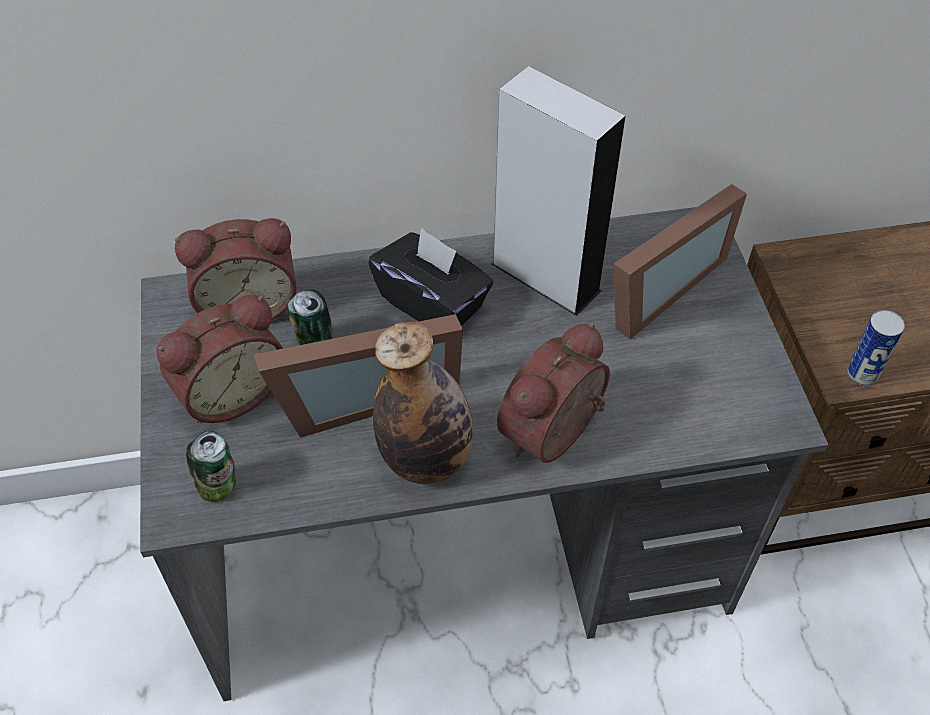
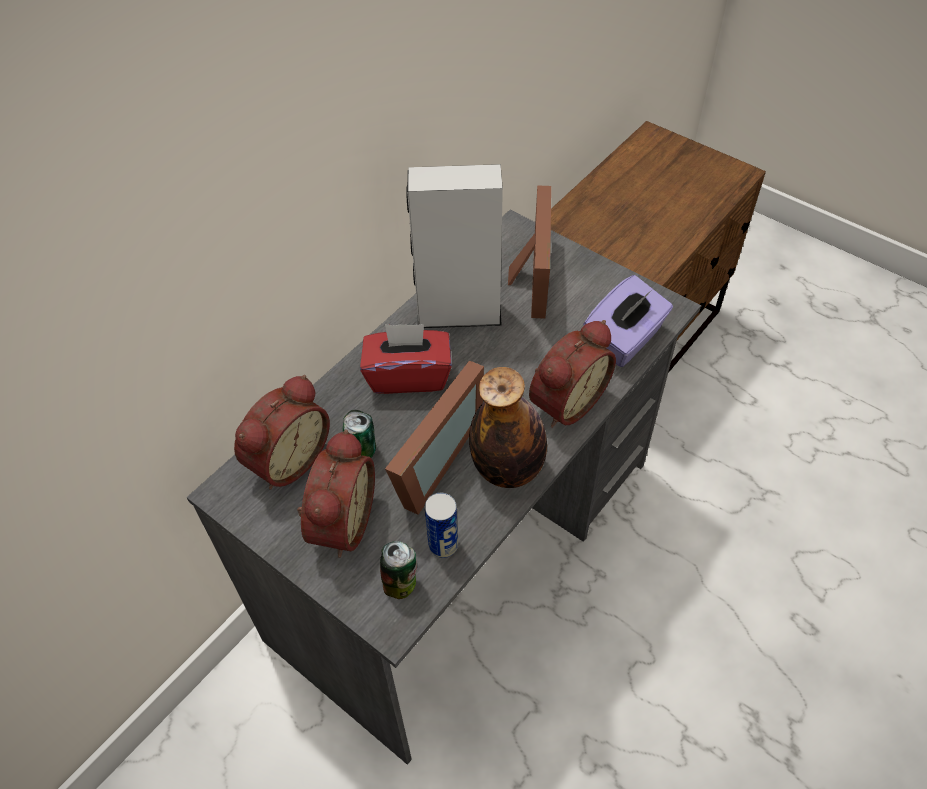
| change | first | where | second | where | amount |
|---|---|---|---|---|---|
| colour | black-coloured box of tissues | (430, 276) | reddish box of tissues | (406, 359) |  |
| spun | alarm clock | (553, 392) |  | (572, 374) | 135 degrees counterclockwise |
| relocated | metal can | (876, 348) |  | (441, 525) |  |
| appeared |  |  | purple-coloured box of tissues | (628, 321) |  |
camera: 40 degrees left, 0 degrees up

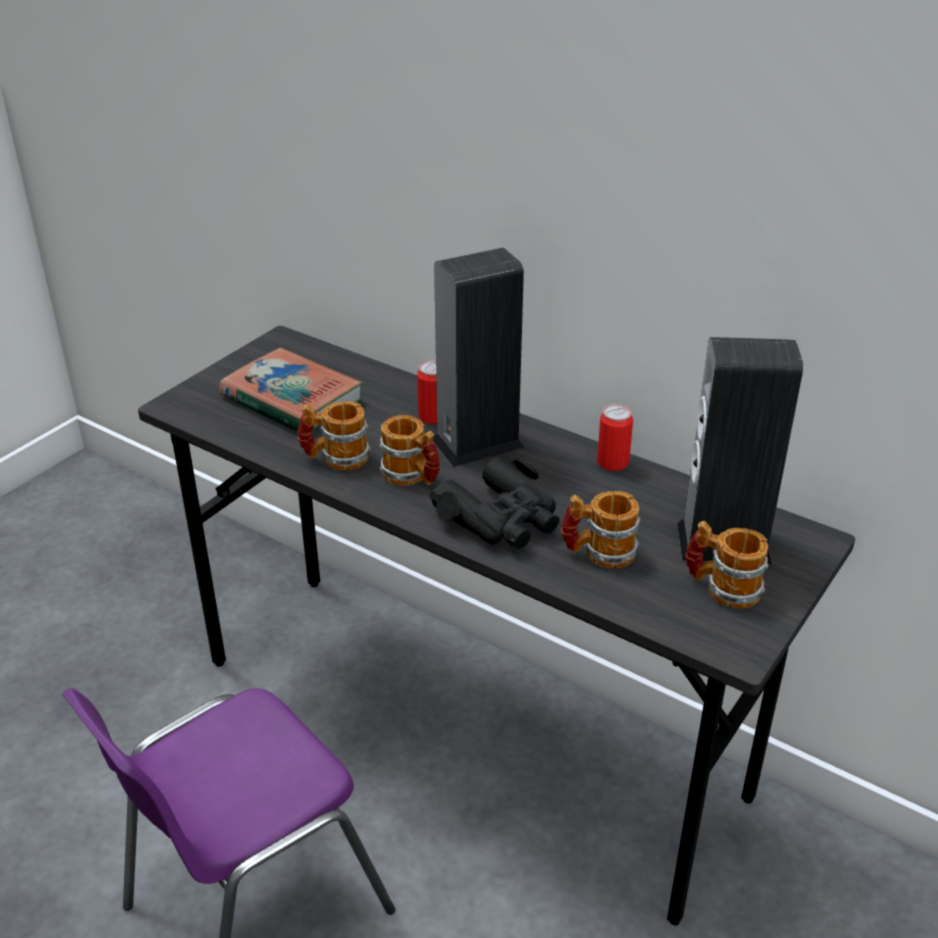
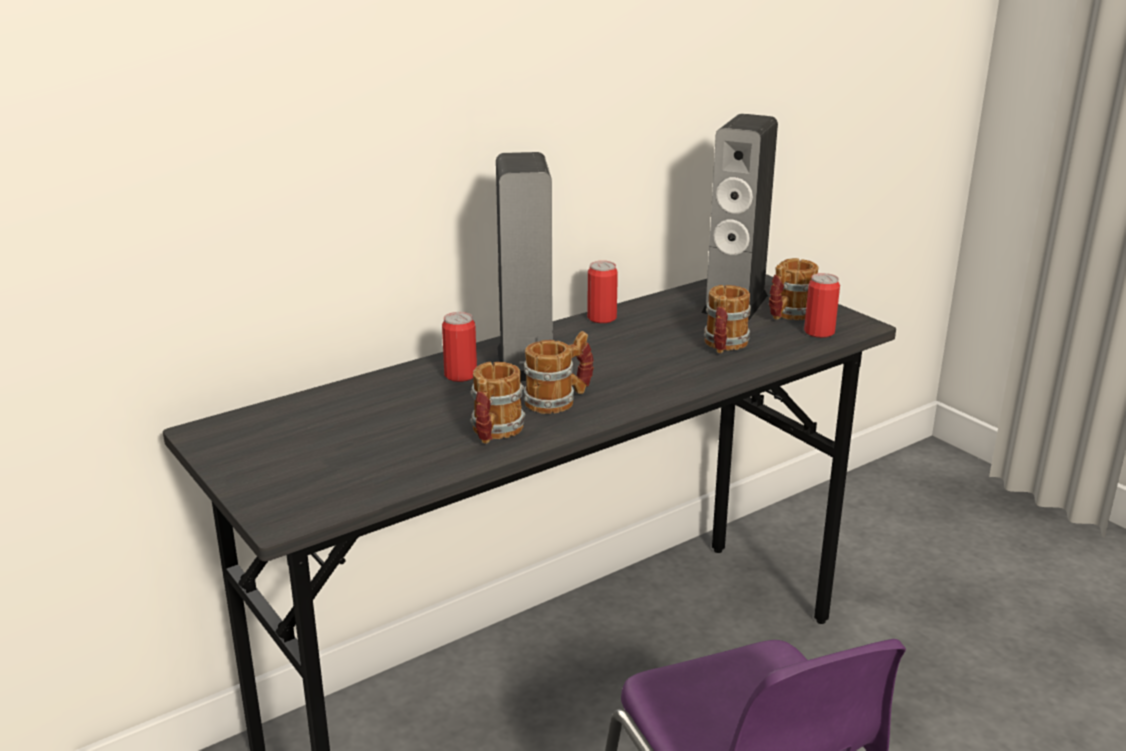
| change | first | where | second | where | amount |
|---|---|---|---|---|---|
| missing | bound book | (291, 390) |  |  |  |
| missing | black-coloured pair of binoculars | (494, 502) |  |  |  |
| appeared |  |  | metal can | (822, 305) |  |
camera: 70 degrees left, 10 degrees down

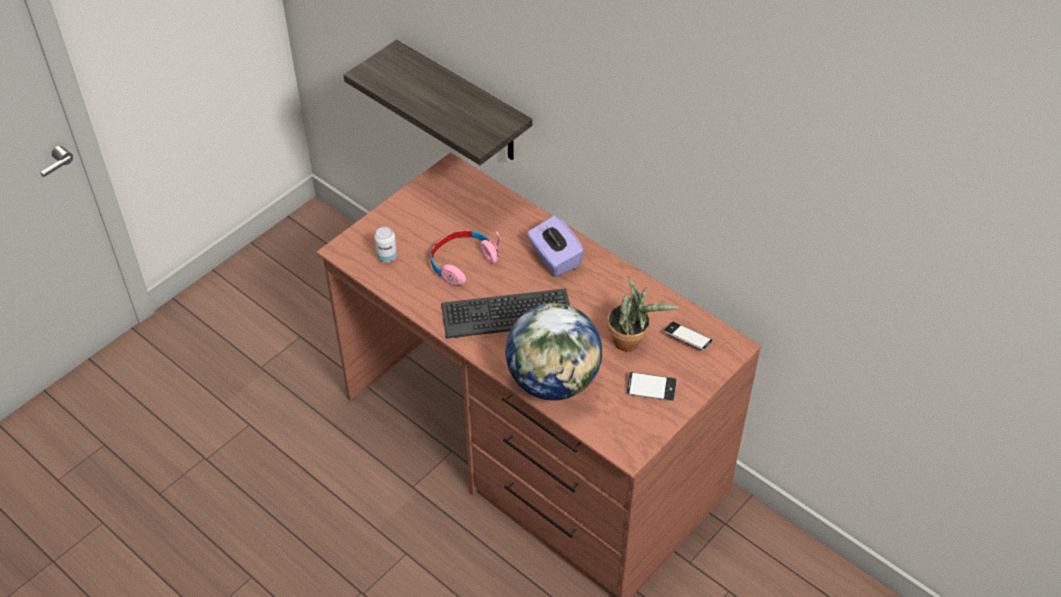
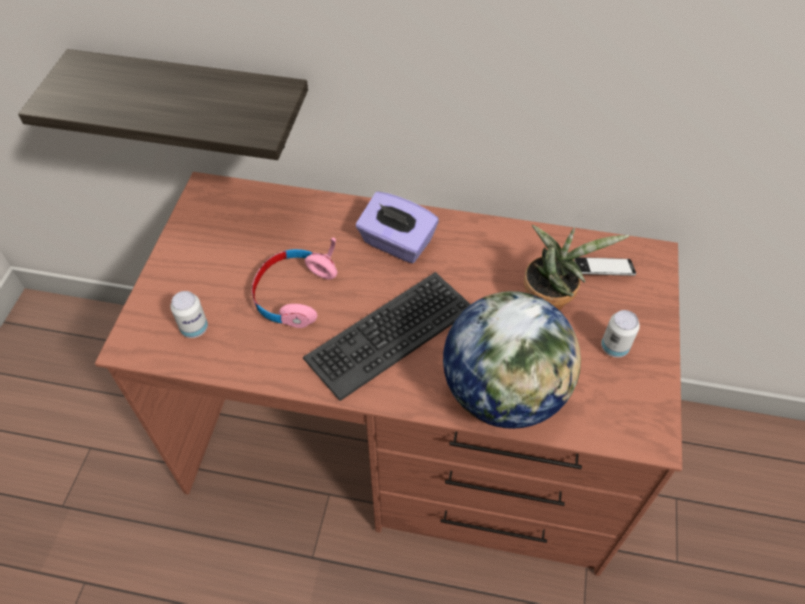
| change | first | where | second | where | amount |
|---|---|---|---|---|---|
| exchanged | telephone | (651, 386) | metal can | (620, 334) |  |
camera: 30 degrees left, 5 degrees up

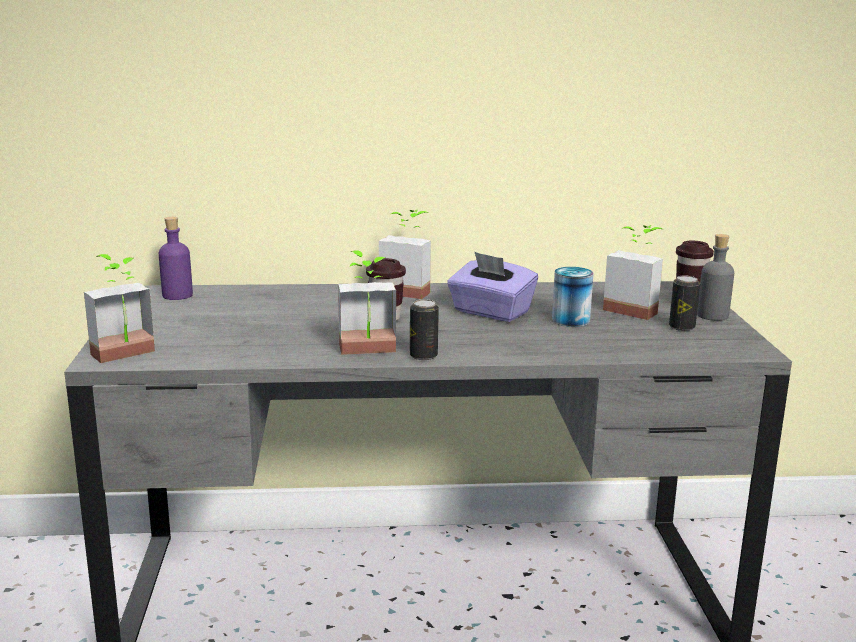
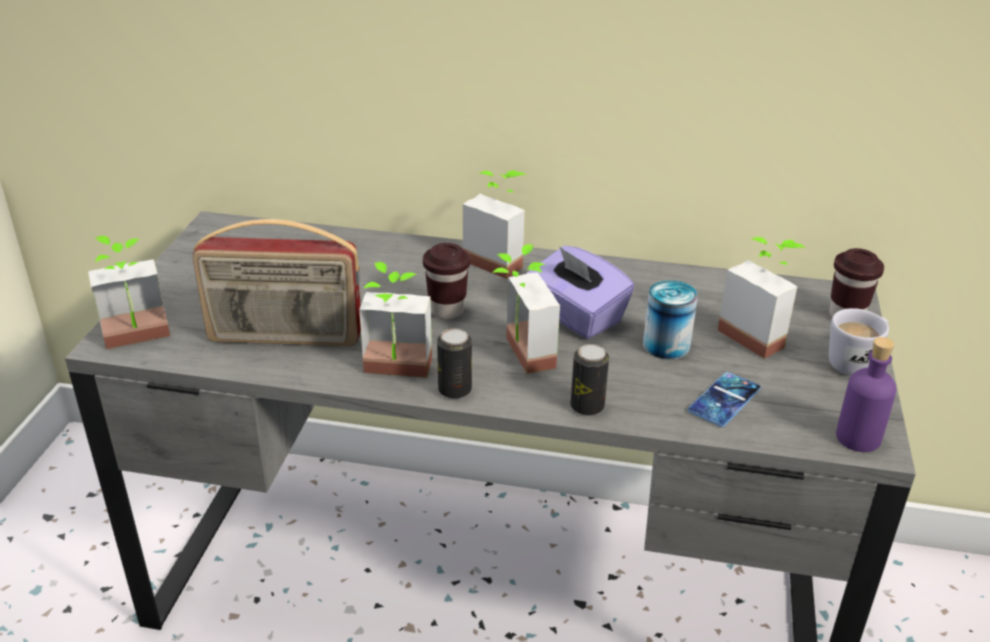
| change | first | where | second | where | amount |
|---|---|---|---|---|---|
| relocated | purple-coloured drink bottle | (176, 258) |  | (866, 394) |  |
| relocated | metal can | (684, 303) |  | (589, 380) |  |
| exchanged | grey drink bottle | (715, 277) | white mug | (859, 341) |  |
| appeared |  |  | radio receiver | (277, 282) |  |
| appeared |  |  | potted plant | (526, 309) |  |
| appeared |  |  | telephone | (724, 399) |  |
camera: 15 degrees right, 15 degrees up

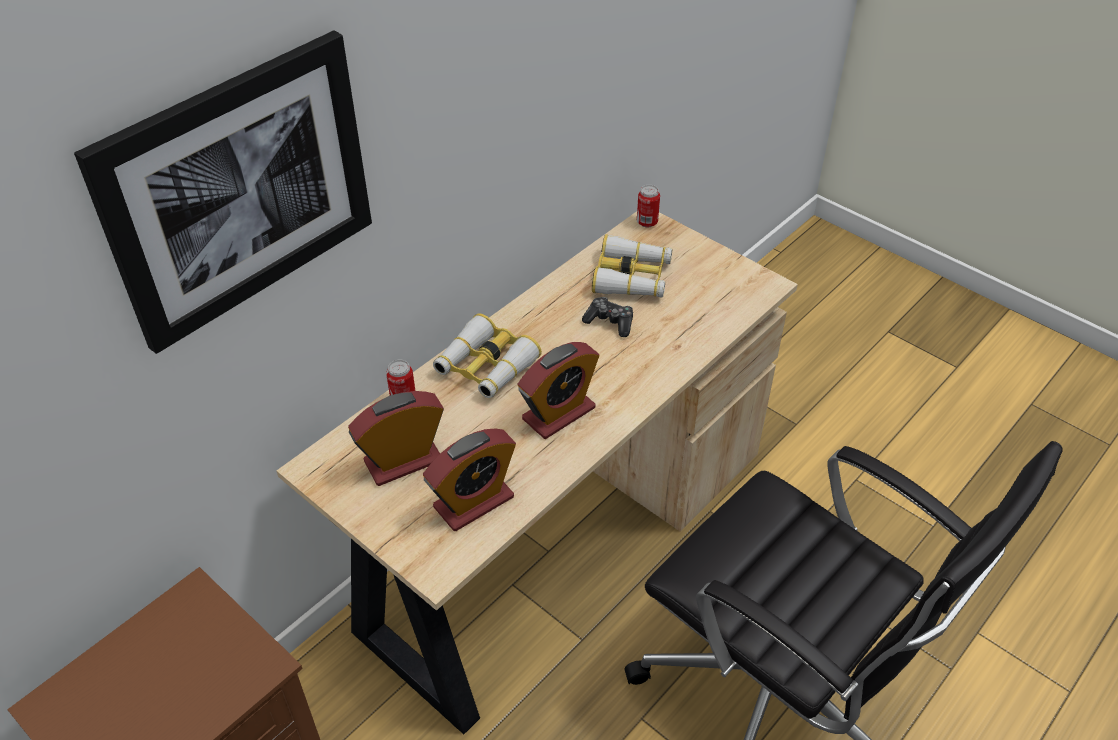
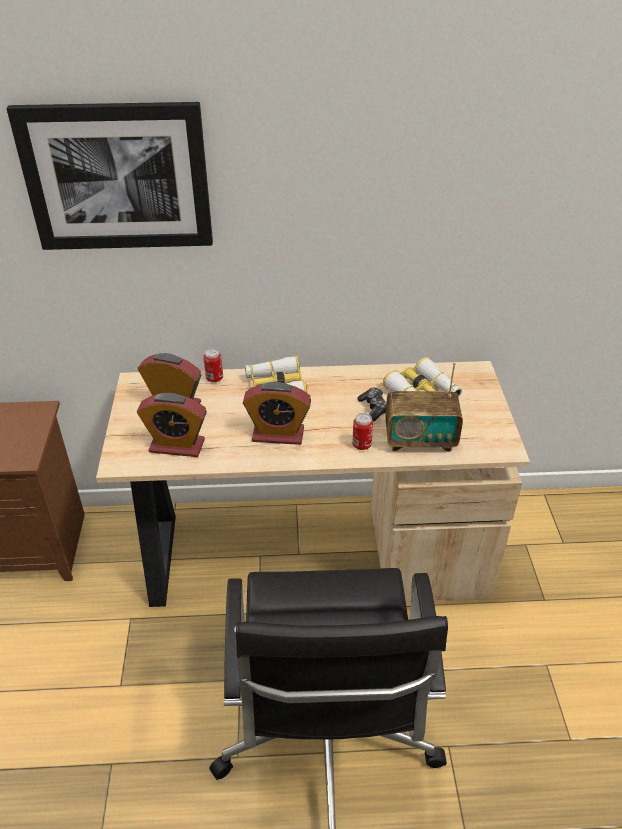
| change | first | where | second | where | amount |
|---|---|---|---|---|---|
| relocated | metal can | (648, 206) |  | (362, 431) |  |
| appeared |  |  | radio receiver | (424, 407) |  |
camera: 45 degrees right, 5 degrees down

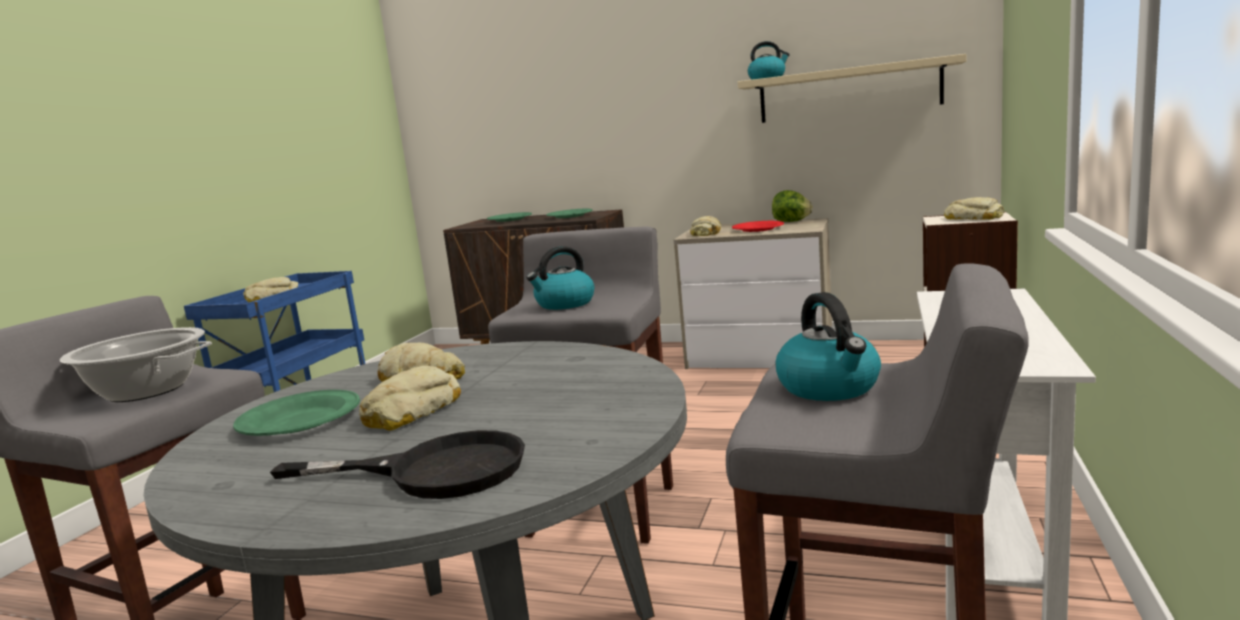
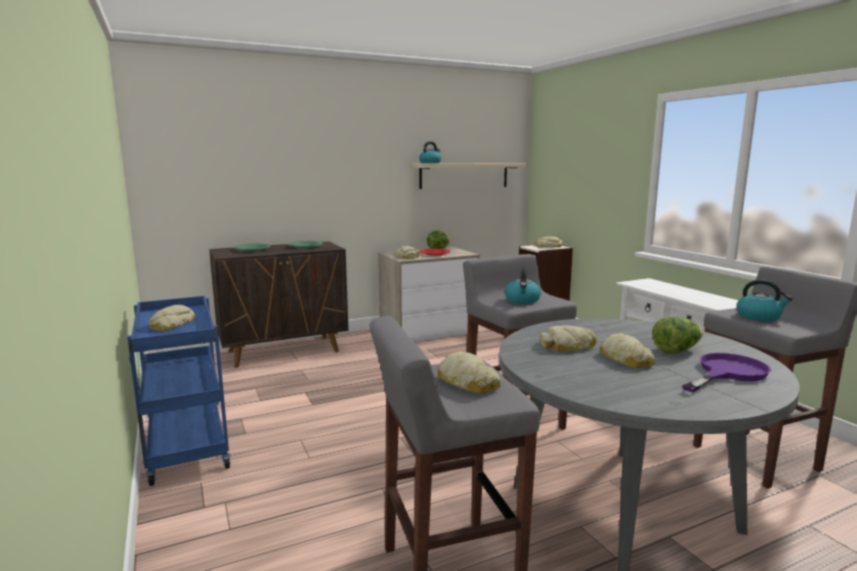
| change | first | where | second | where | amount |
|---|---|---|---|---|---|
| exchanged | stockpot | (136, 364) | bakery bread | (469, 372) |  |
| missing | greenish plate | (296, 413) |  |  |  |
| colour | black-coloured frying pan | (397, 464) | purple-coloured frying pan | (726, 373) |  |
| appeared |  |  | lettuce | (677, 335) |  |
camera: 45 degrees left, 0 degrees up

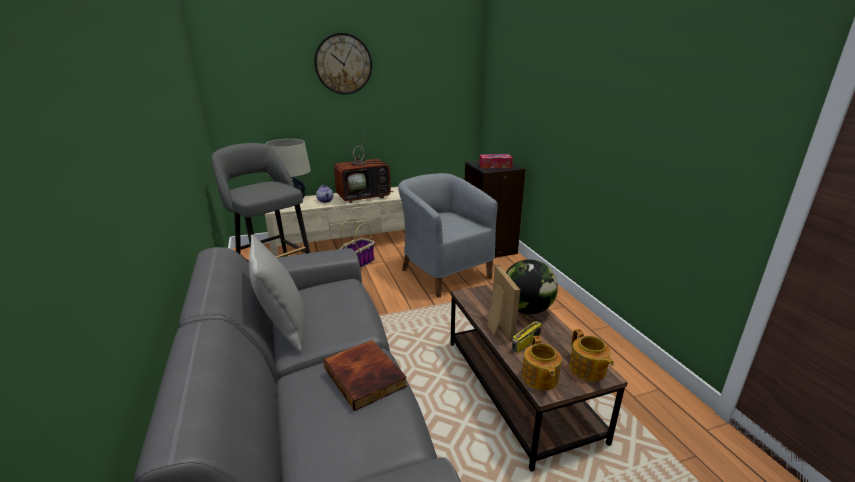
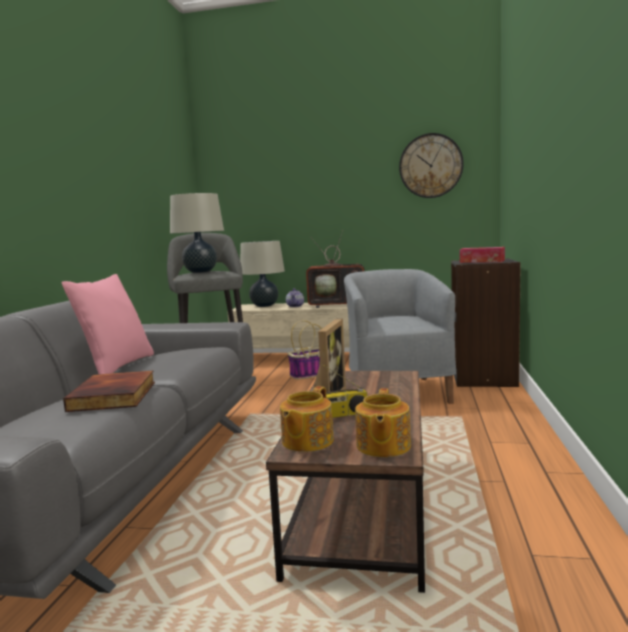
| change | first | where | second | where | amount |
|---|---|---|---|---|---|
| colour | grey throw pillow | (277, 293) | pink throw pillow | (107, 324) |  |
| relocated | hanging clock | (343, 63) |  | (431, 165) |  |
| missing | globe | (532, 286) |  |  |  |
| appeared |  |  | beige table lamp | (197, 233) |  |
camera: 30 degrees right, 15 degrees down

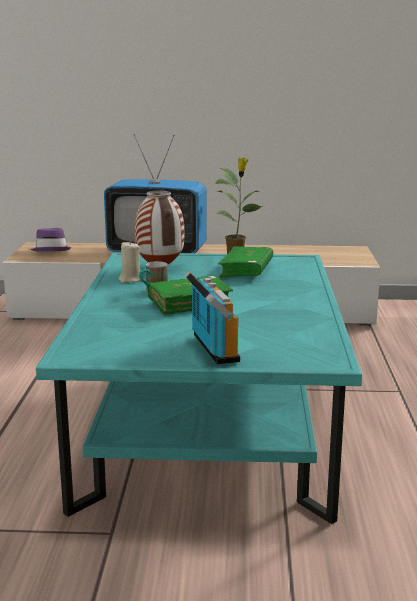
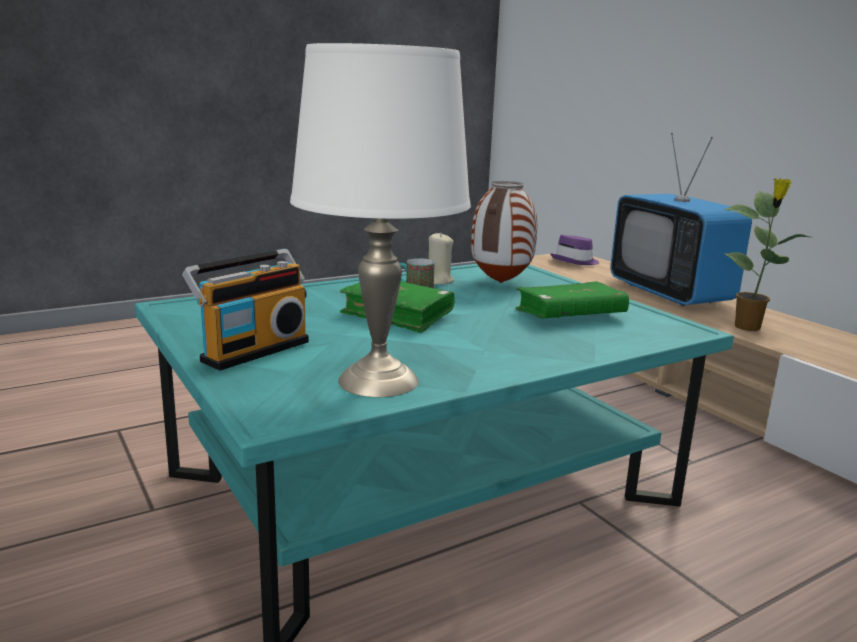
| change | first | where | second | where | amount |
|---|---|---|---|---|---|
| appeared |  |  | white table lamp | (380, 220) |  |
camera: 55 degrees right, 0 degrees up

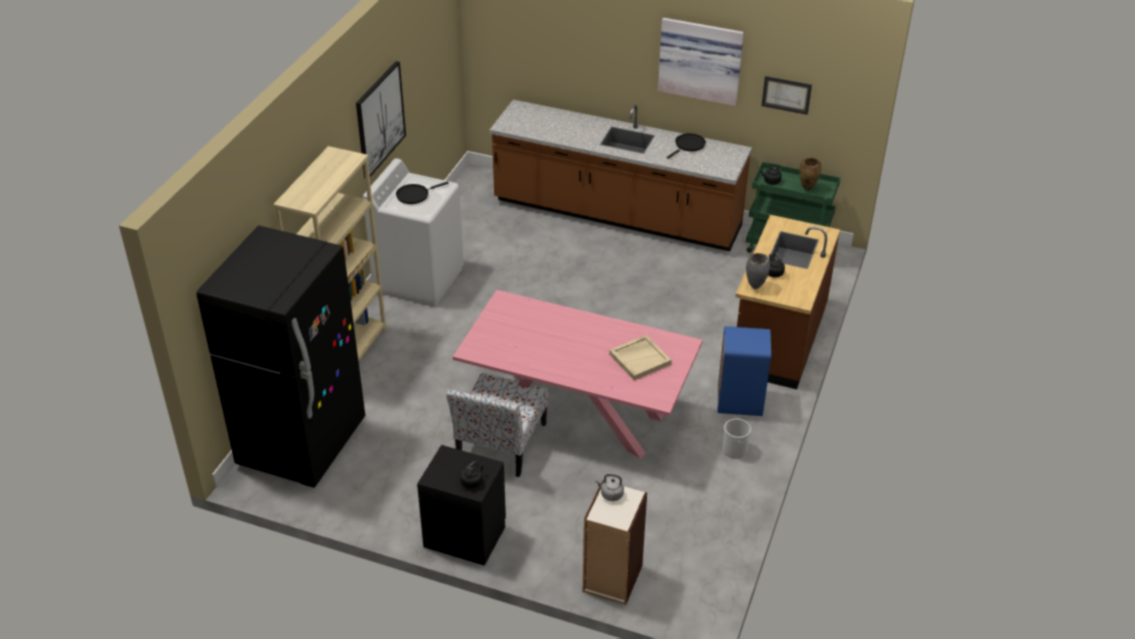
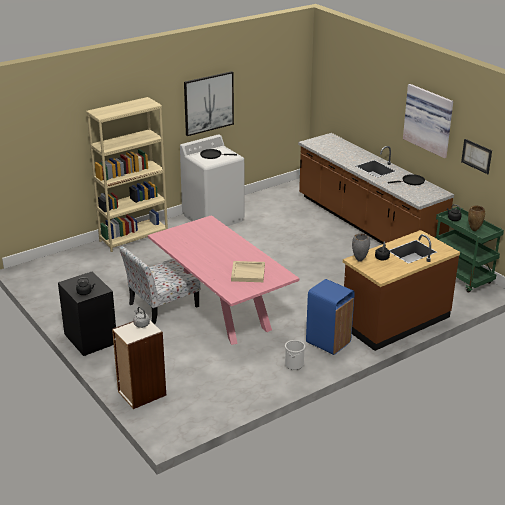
| change | first | where | second | where | amount |
|---|---|---|---|---|---|
| missing | black-coloured kitchen fridge | (280, 357) |  |  |  |
camera: 35 degrees right, 10 degrees down

